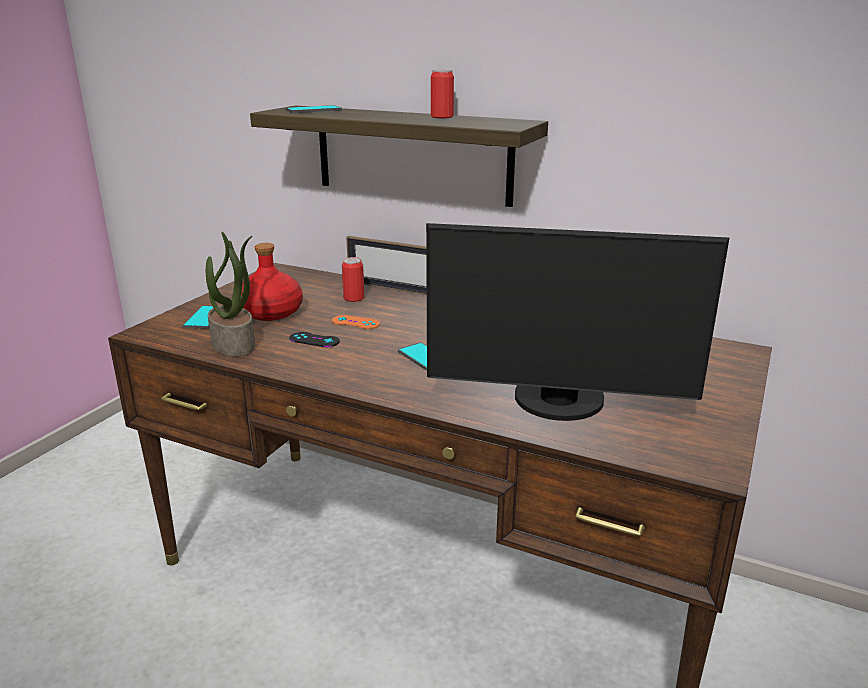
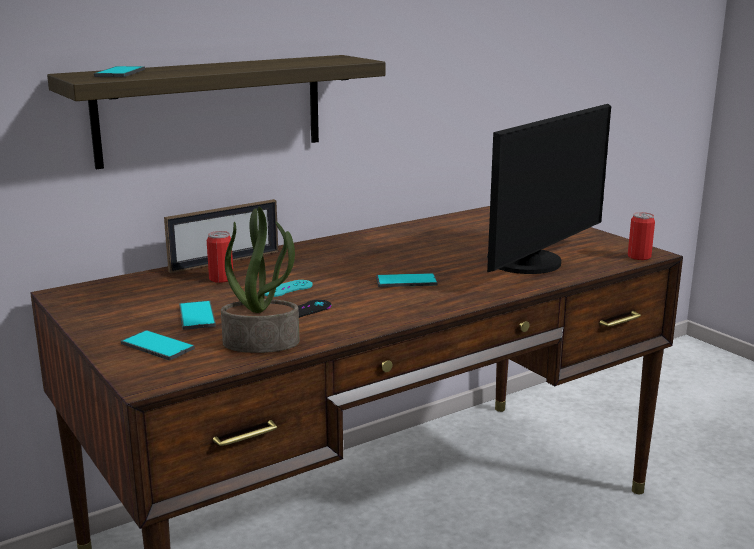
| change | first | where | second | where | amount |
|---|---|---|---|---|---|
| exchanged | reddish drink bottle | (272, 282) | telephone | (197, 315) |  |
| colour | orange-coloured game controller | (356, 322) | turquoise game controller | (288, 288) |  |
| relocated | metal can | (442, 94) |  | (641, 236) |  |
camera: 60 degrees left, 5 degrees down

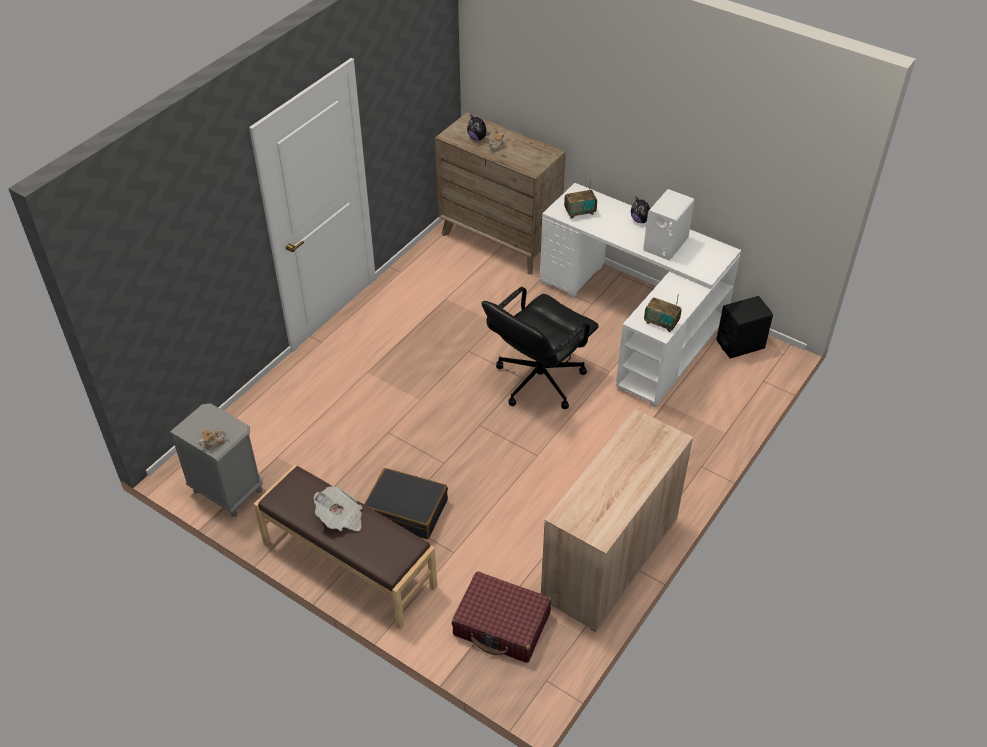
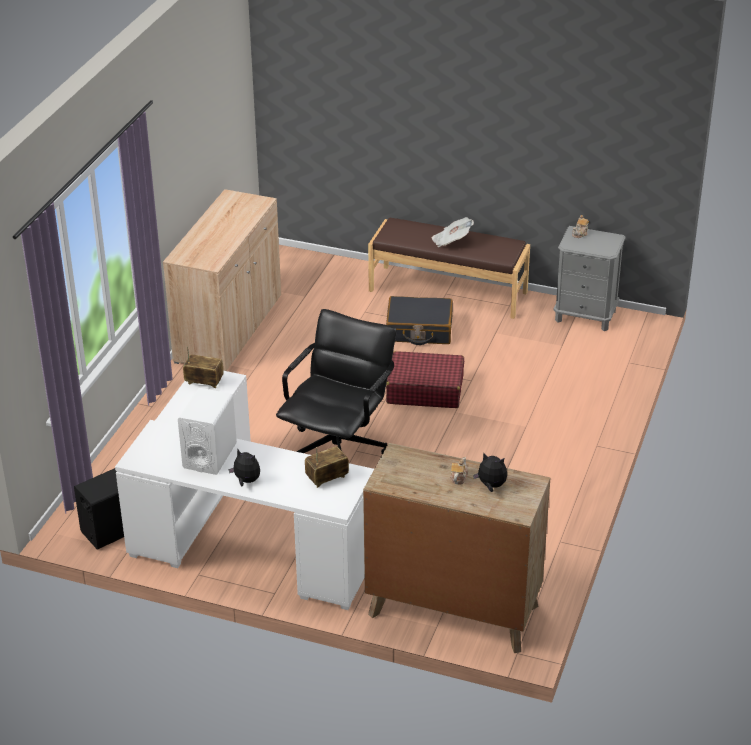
| change | first | where | second | where | amount |
|---|---|---|---|---|---|
| relocated | reddish suitcase | (501, 617) |  | (425, 379) |  |
camera: 165 degrees right, 10 degrees down

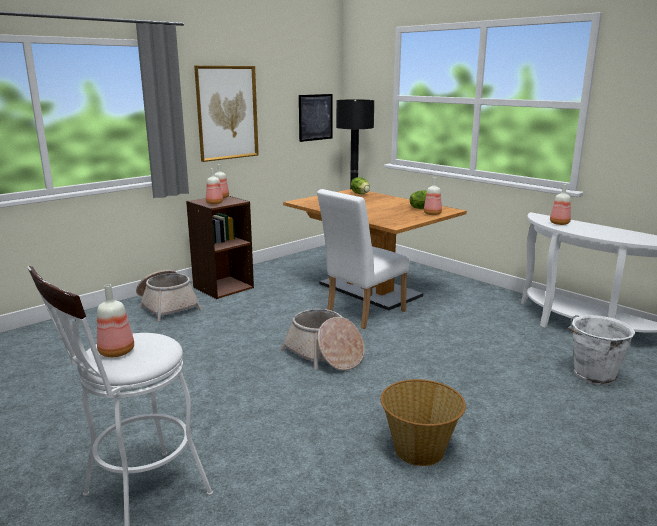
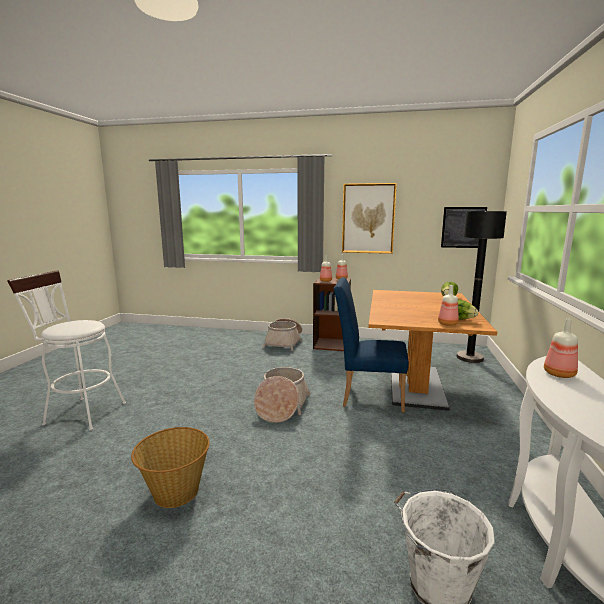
| change | first | where | second | where | amount |
|---|---|---|---|---|---|
| missing | drink bottle | (115, 320) |  |  |  |
| colour | white chair | (363, 259) | blue-coloured chair | (370, 345) |  |
camera: 55 degrees right, 5 degrees down

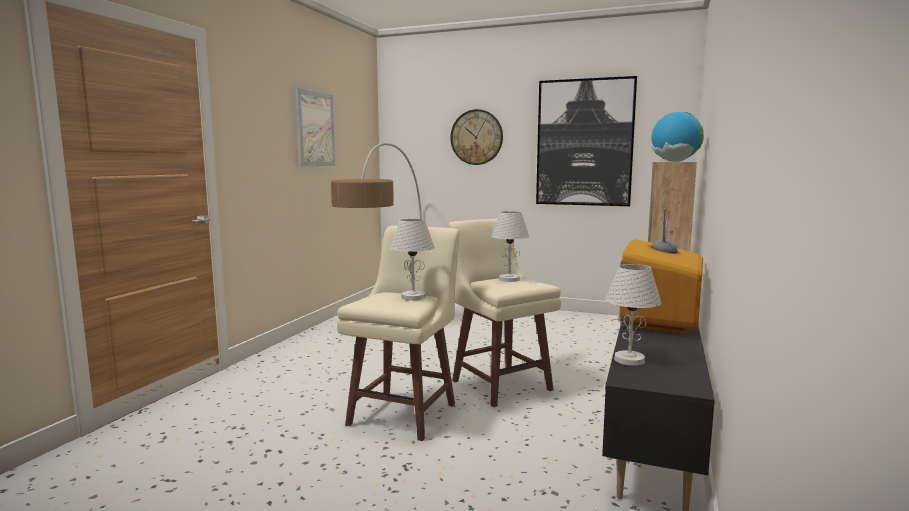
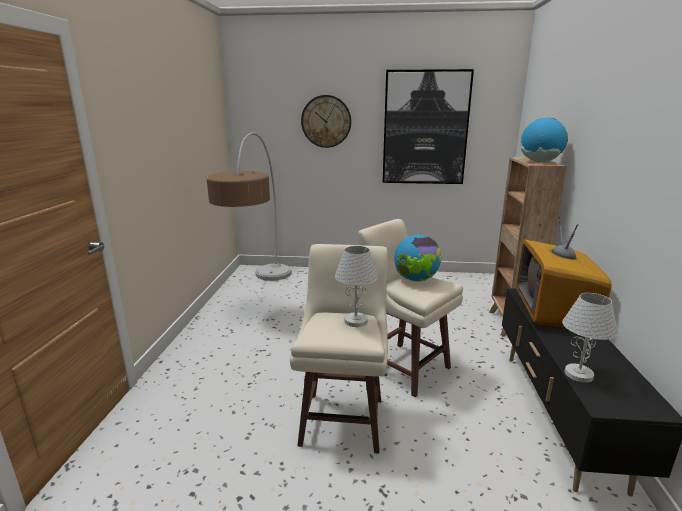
| change | first | where | second | where | amount |
|---|---|---|---|---|---|
| missing | wall art | (315, 127) |  |  |  |
| exchanged | white table lamp | (510, 246) | globe | (418, 258) |  |
camera: 15 degrees left, 10 degrees up

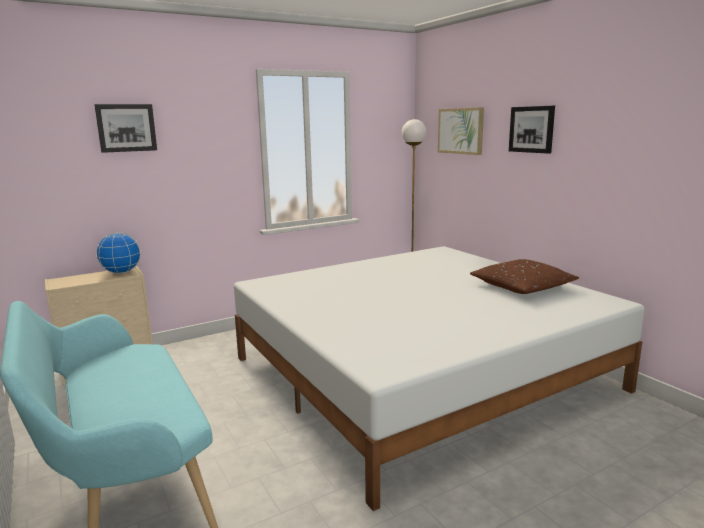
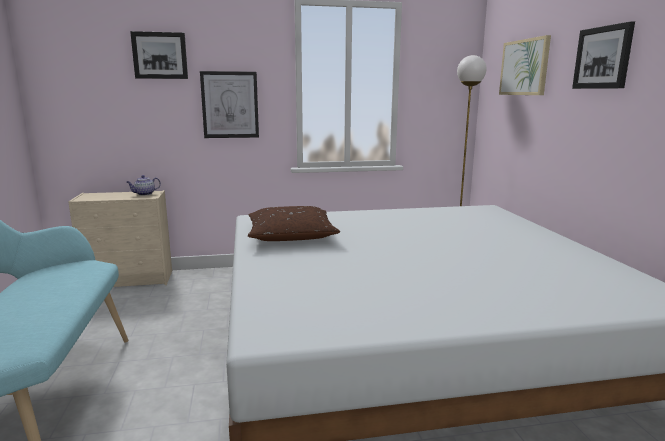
| change | first | where | second | where | amount |
|---|---|---|---|---|---|
| exchanged | globe | (118, 253) | tea pot | (144, 185) |  |
| relocated | brown-coloured throw pillow | (524, 276) |  | (294, 223) |  |
| appeared |  |  | wall art | (229, 104) |  |
camera: 20 degrees right, 0 degrees up

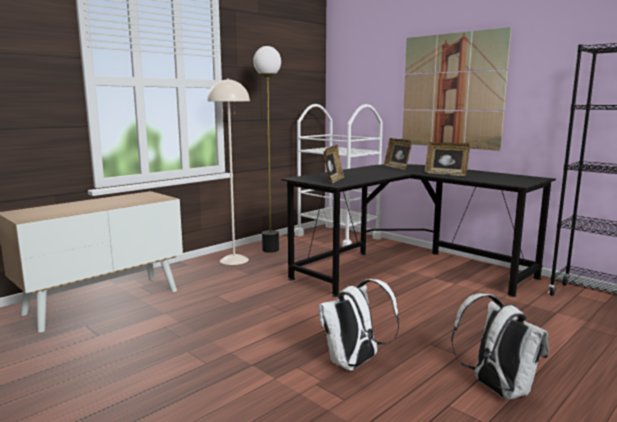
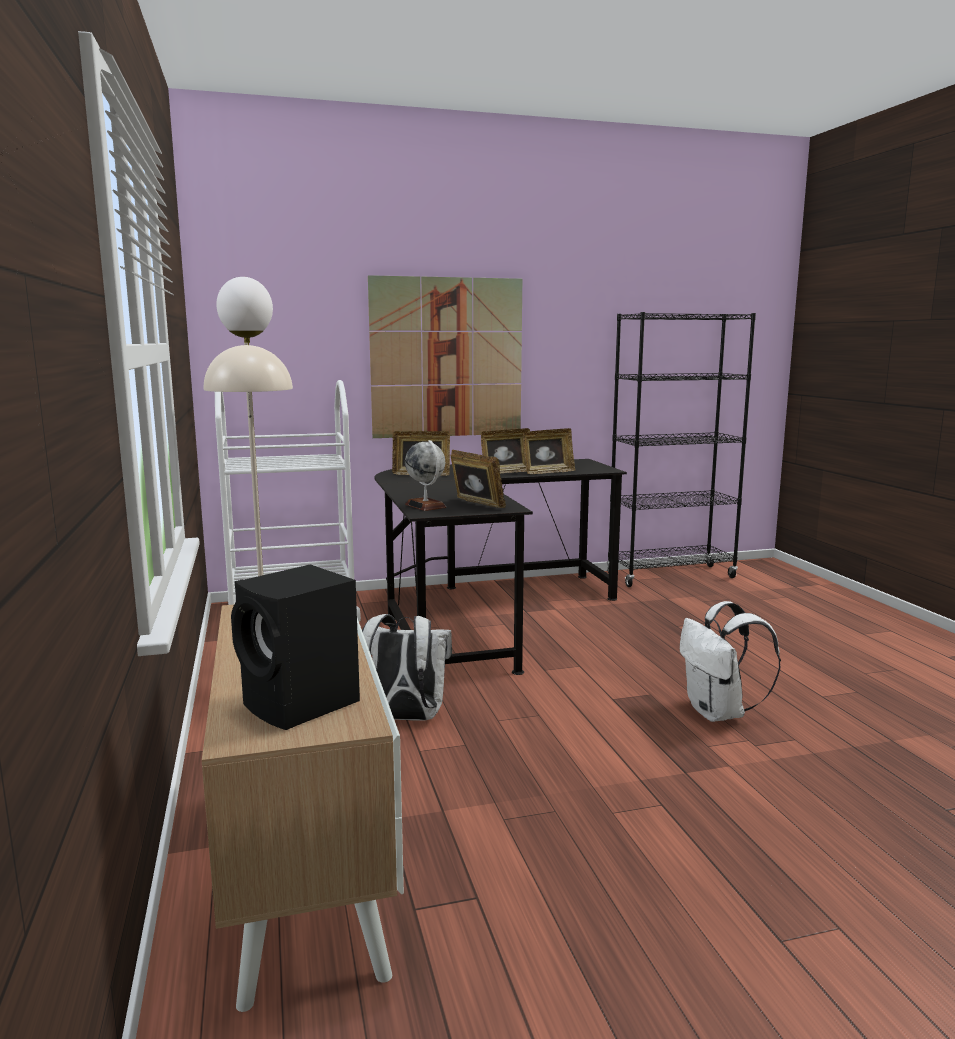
| change | first | where | second | where | amount |
|---|---|---|---|---|---|
| relocated | white backpack | (499, 346) |  | (407, 667) |  |
| appeared |  |  | black-coloured loudspeaker | (295, 647) |  |
| appeared |  |  | globe | (425, 475) |  |
| appeared |  |  | standing frame | (549, 451) |  |
camera: 60 degrees left, 0 degrees up

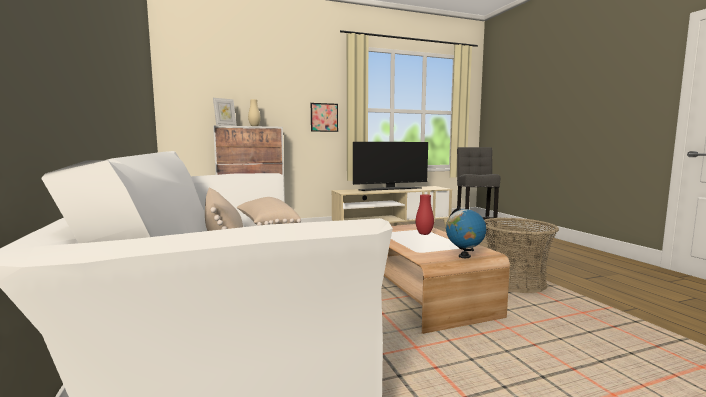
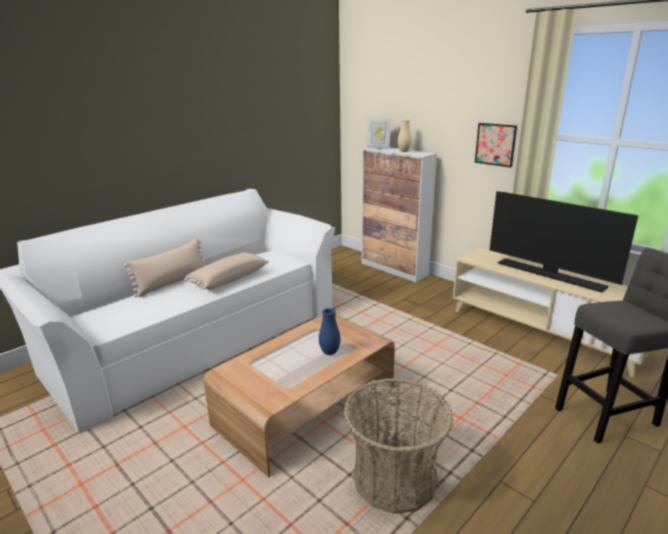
| change | first | where | second | where | amount |
|---|---|---|---|---|---|
| colour | reddish decorative vase | (425, 214) | blue-coloured decorative vase | (330, 331) |  |
| missing | globe | (466, 232) |  |  |  |
camera: 65 degrees right, 15 degrees up

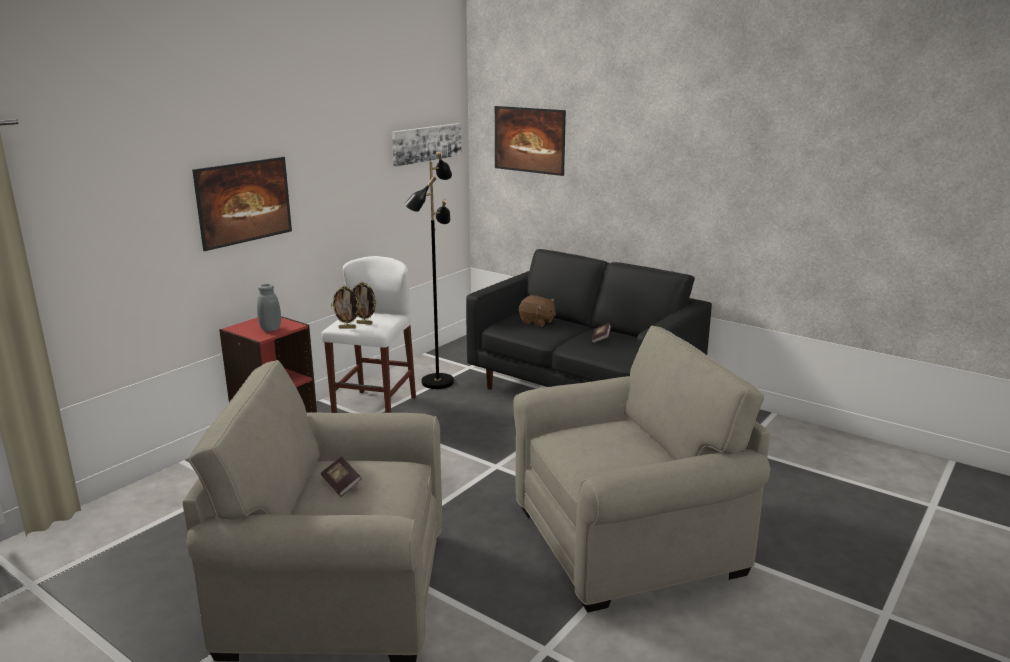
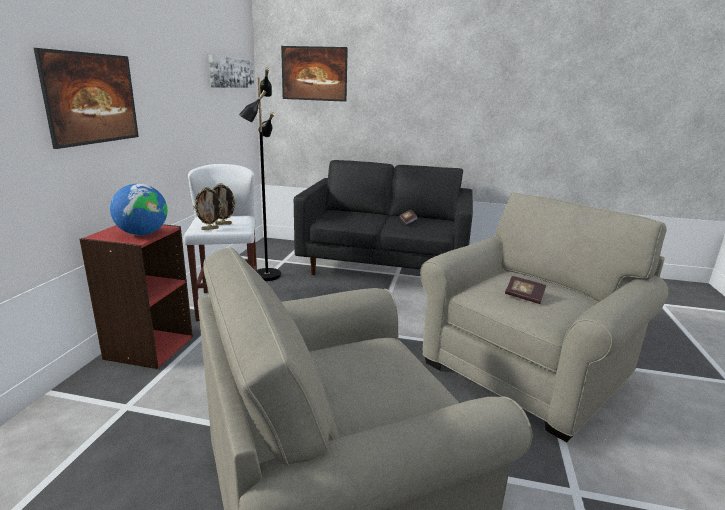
| change | first | where | second | where | amount |
|---|---|---|---|---|---|
| exchanged | grey decorative vase | (269, 307) | globe | (138, 210) |  |
| relocated | bound book | (341, 477) |  | (525, 290) |  |
| missing | brown-coloured cuddly toy | (537, 311) |  |  |  |
camera: 25 degrees left, 0 degrees up

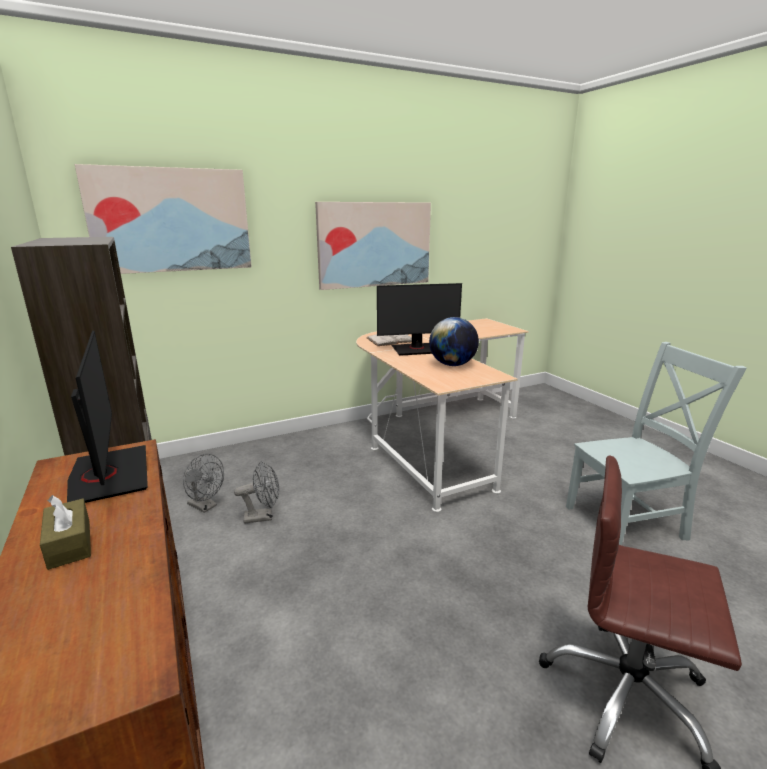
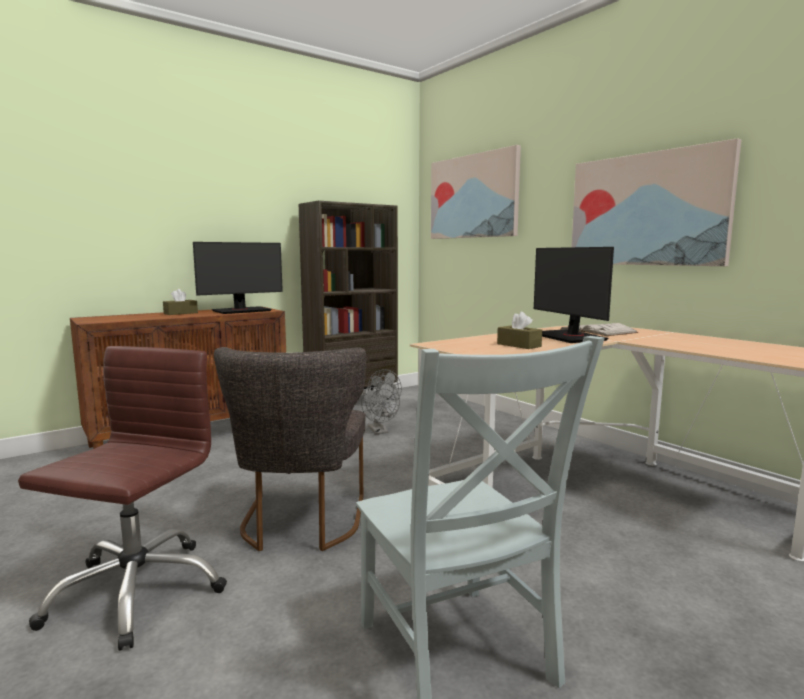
| change | first | where | second | where | amount |
|---|---|---|---|---|---|
| exchanged | globe | (454, 341) | brown-coloured box of tissues | (519, 330) |  |
| appeared |  |  | grey chair | (290, 449) |  |
camera: 80 degrees right, 10 degrees down

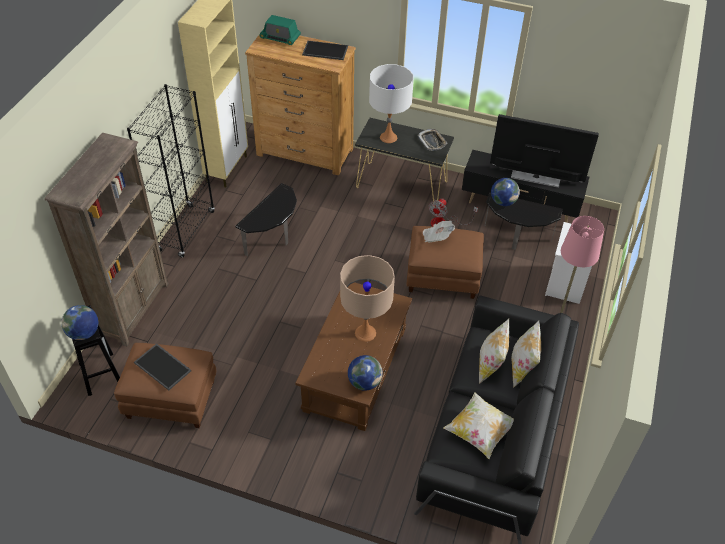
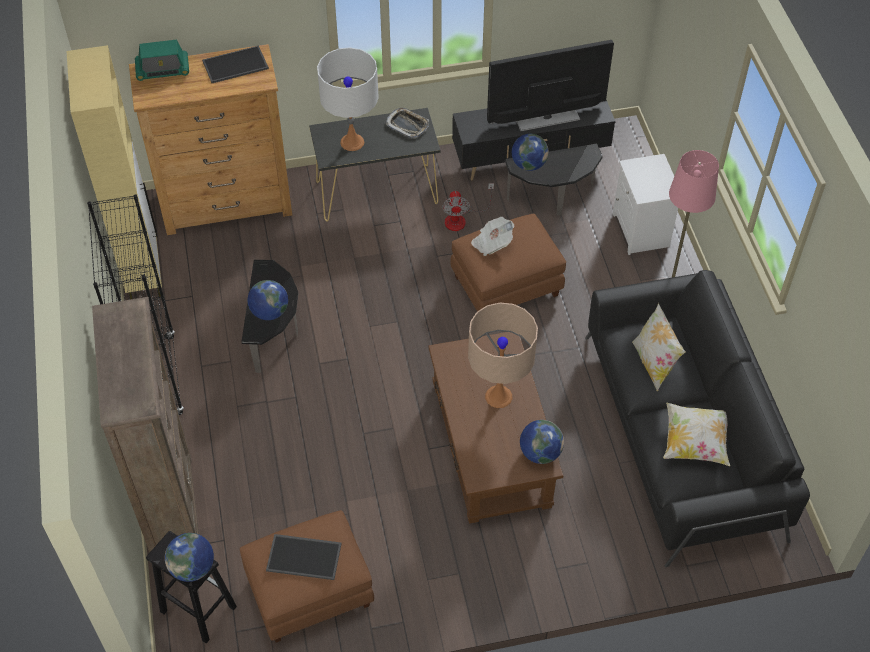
| change | first | where | second | where | amount |
|---|---|---|---|---|---|
| missing | throw pillow | (526, 354) |  |  |  |
| appeared |  |  | globe | (268, 300) |  |
camera: 30 degrees left, 5 degrees up

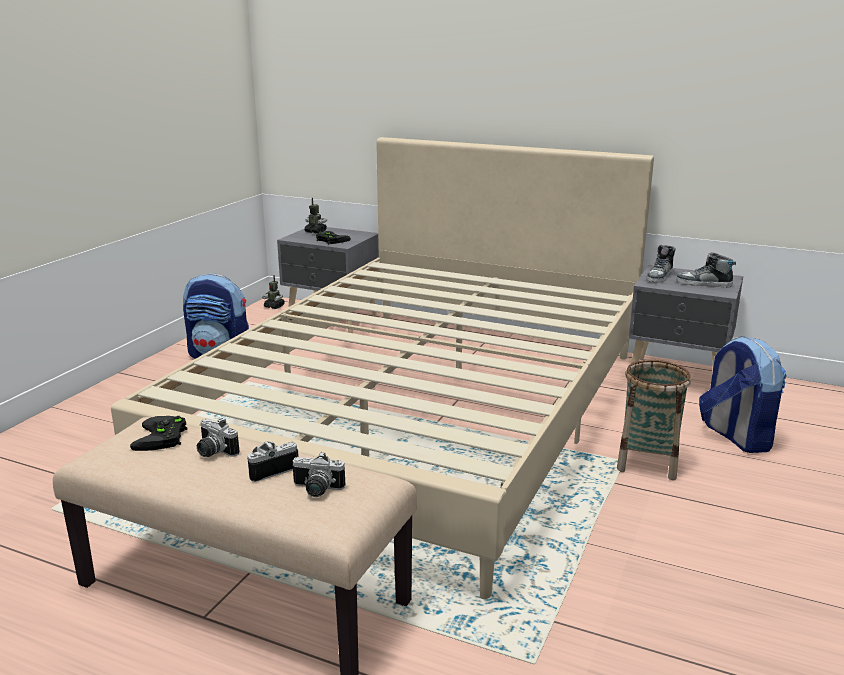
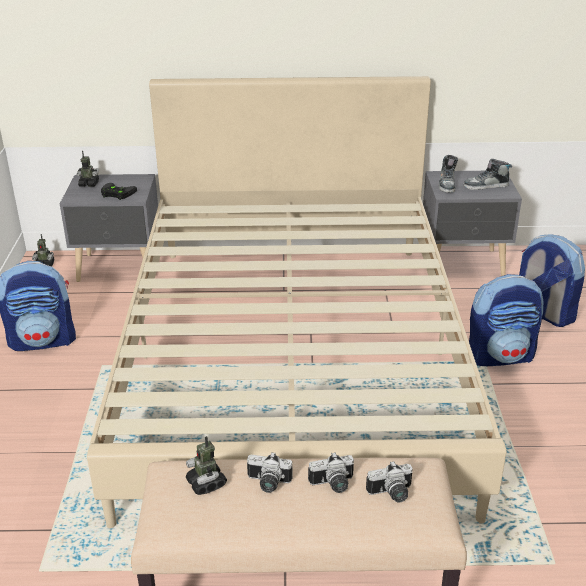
| change | first | where | second | where | amount |
|---|---|---|---|---|---|
| exchanged | black-coloured game controller | (159, 433) | robot figure | (206, 465) |  |
| spun | still camera | (273, 461) |  | (331, 473) | 135 degrees counterclockwise |
| exchanged | basket | (654, 420) | backpack | (506, 320) |  |
camera: 25 degrees left, 10 degrees up

